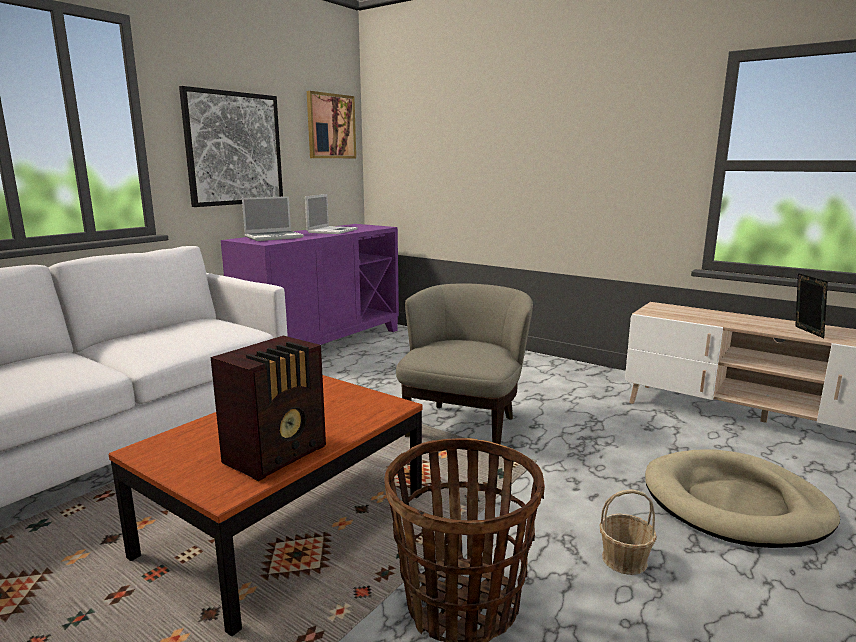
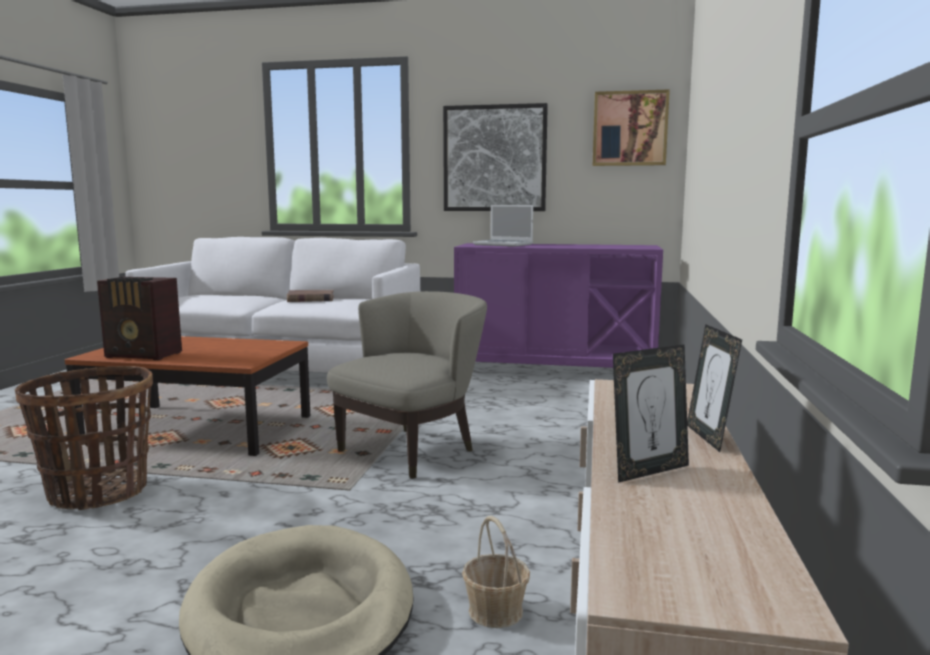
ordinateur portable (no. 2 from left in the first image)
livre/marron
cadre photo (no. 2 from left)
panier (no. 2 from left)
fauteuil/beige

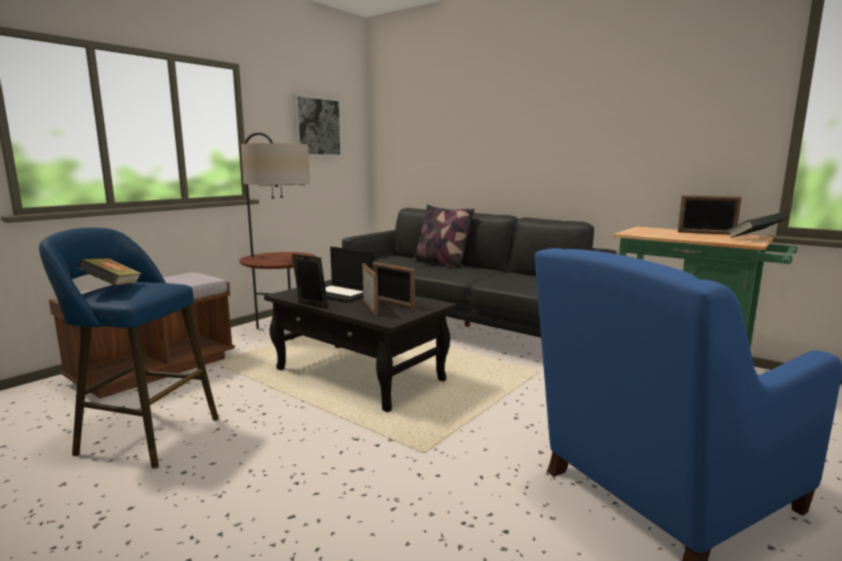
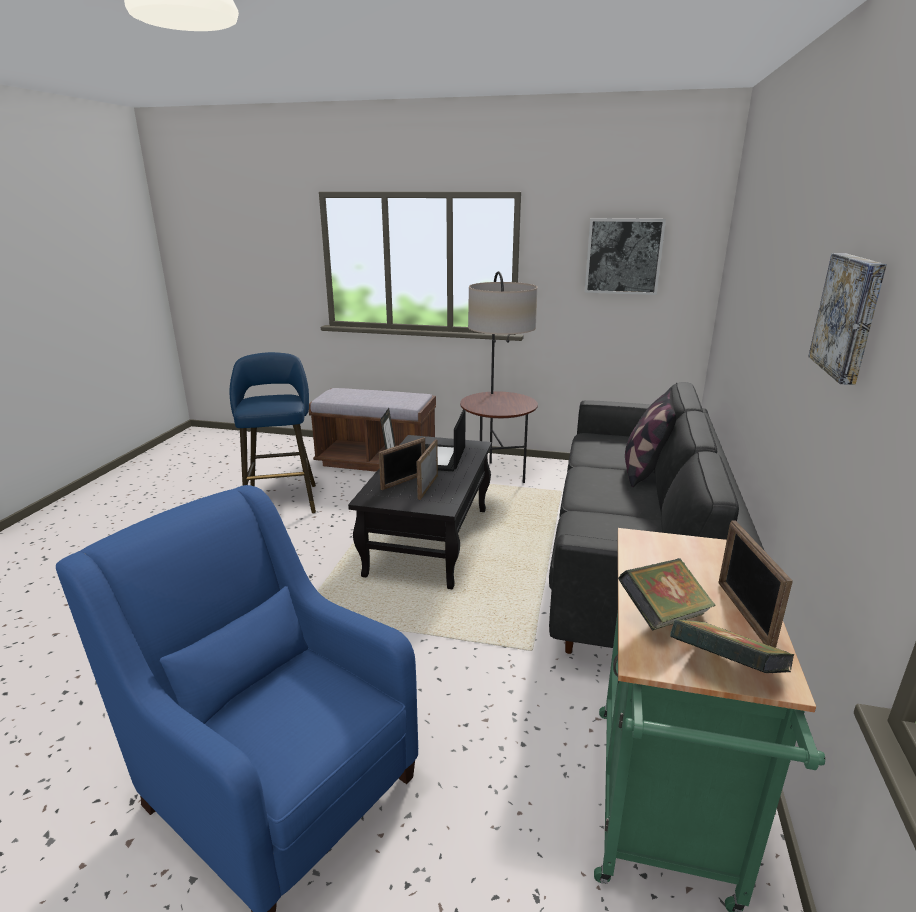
tableau (no. 2 from left)
livre (no. 1 from left)

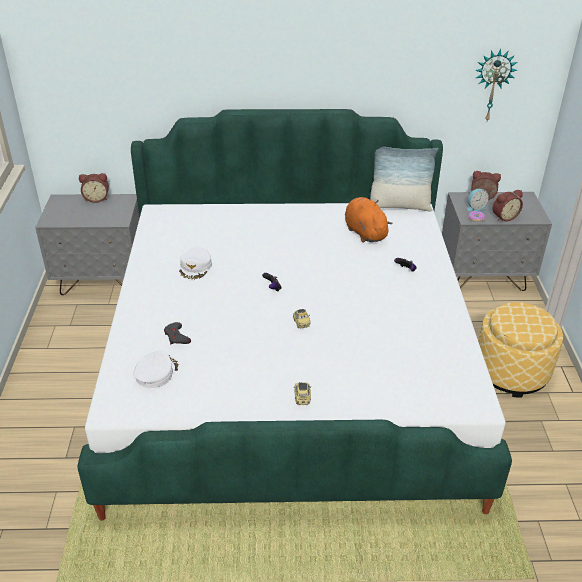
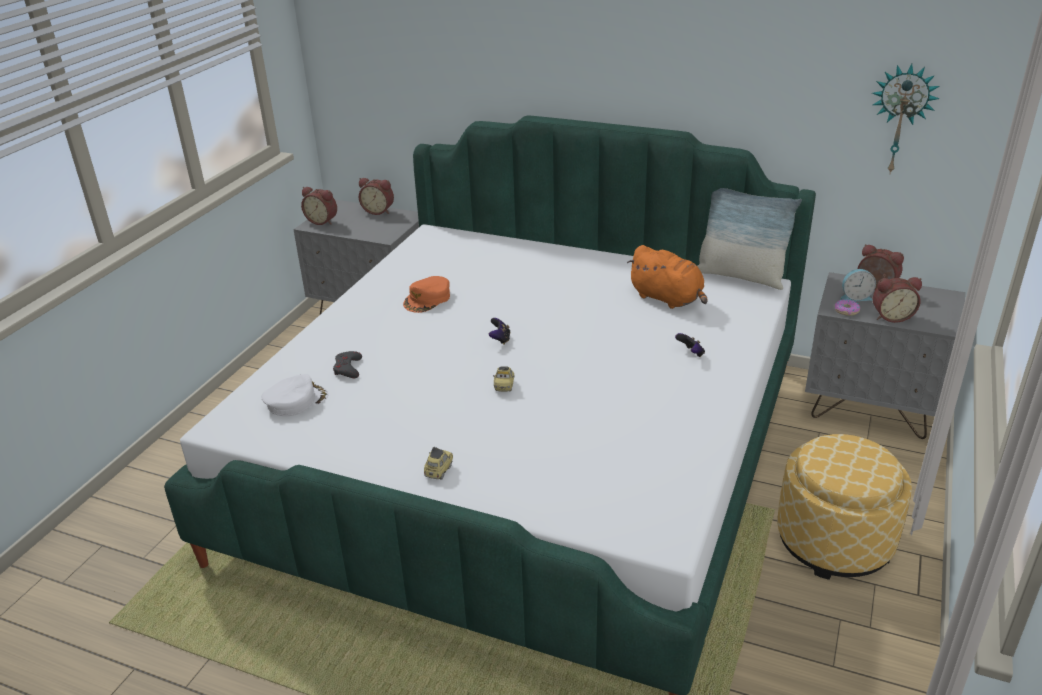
réveil (no. 1 from left)
casquette/orange
peluche/orange

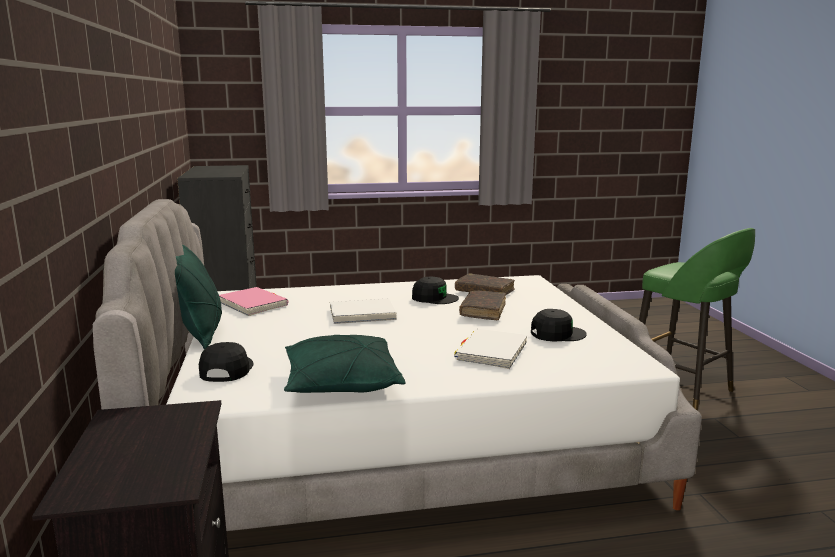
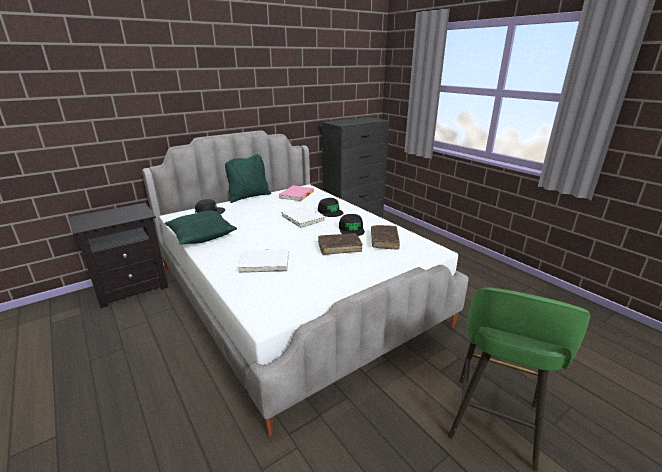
casquette/noir (no. 2 from left)

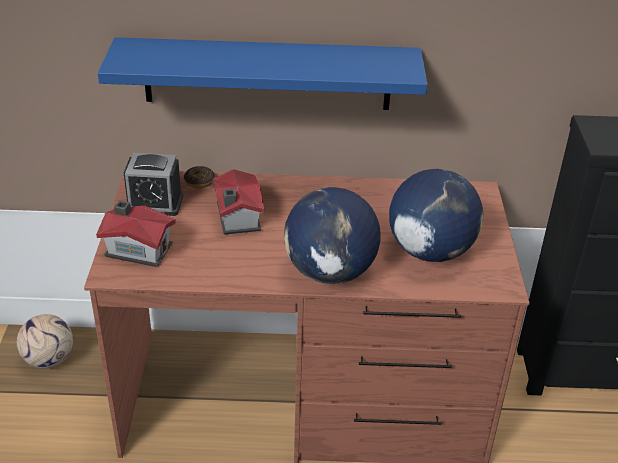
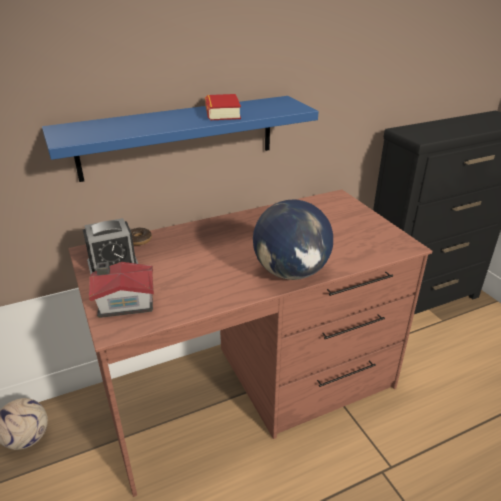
maison miniature (no. 2 from left in the first image)
globe (no. 2 from left in the first image)
livre

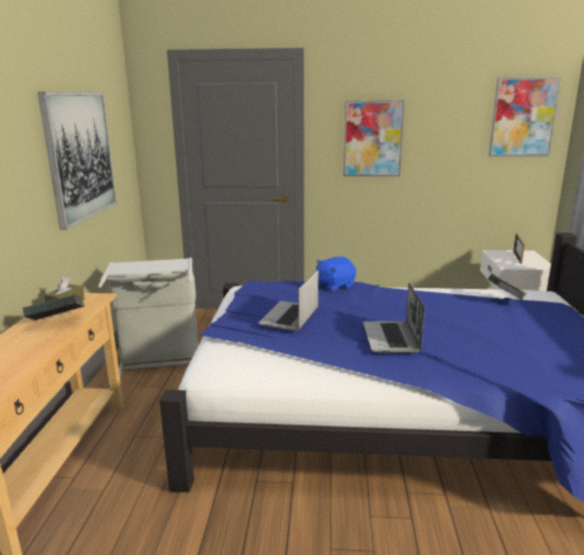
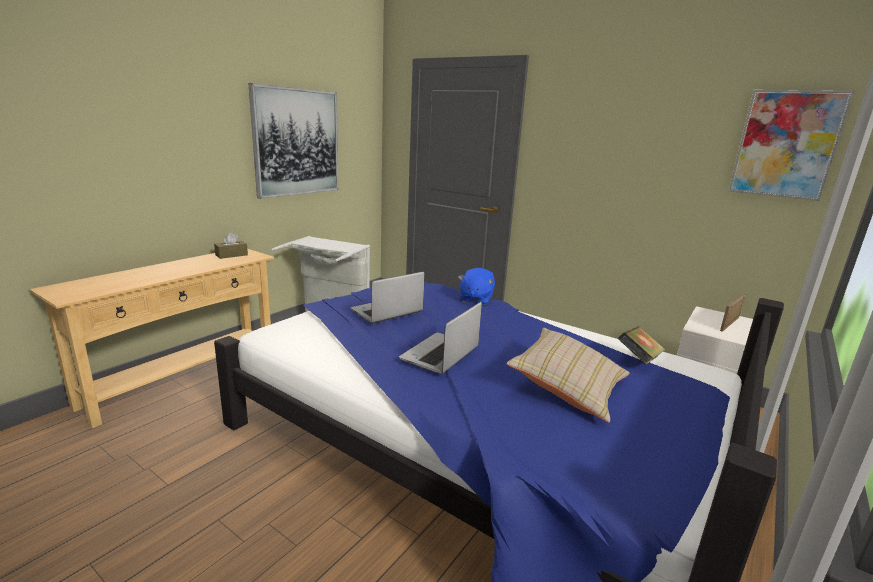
livre (no. 1 from left in the first image)
tableau (no. 2 from left in the first image)
coussin/beige
peluche/bleu

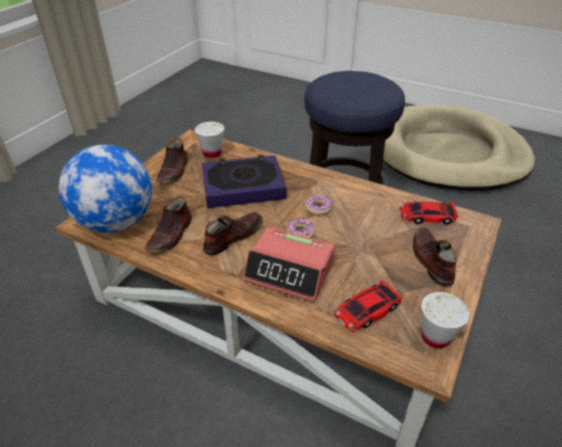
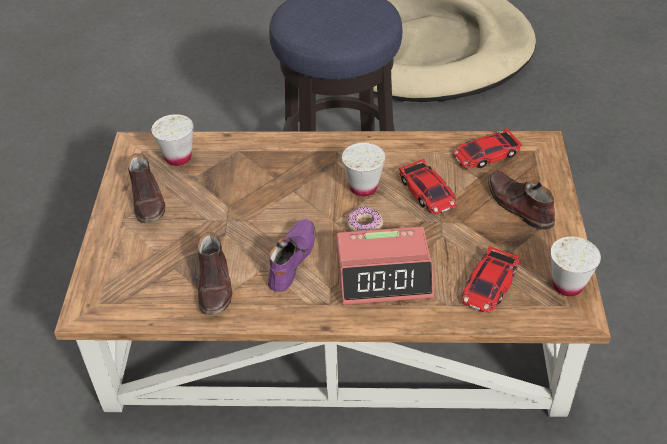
globe
livre
petite voiture (no. 1 from left)
tasse/blanc (no. 2 from left)
chaussure/violet

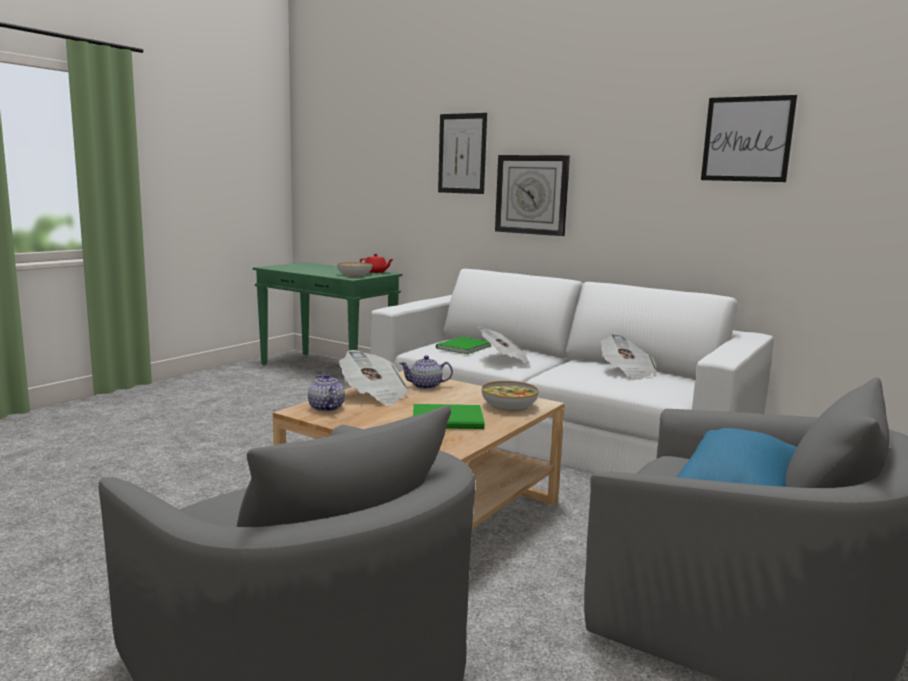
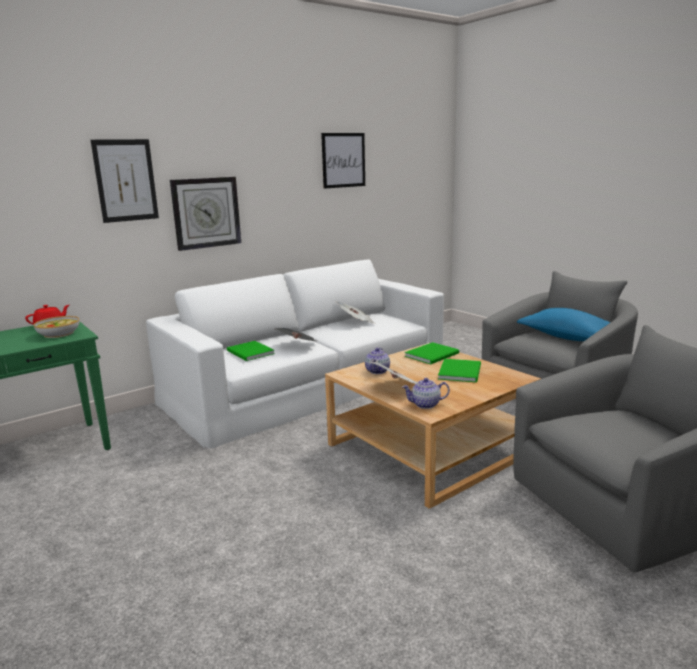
livre/vert (no. 2 from left)

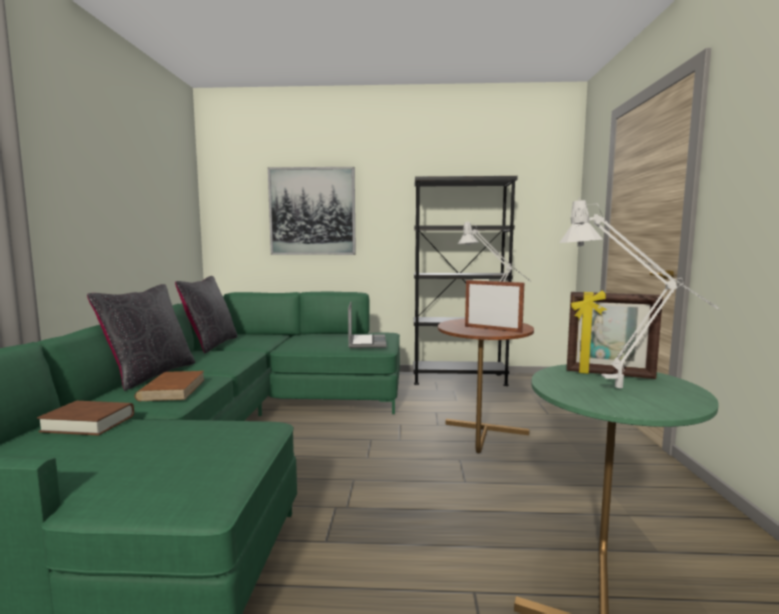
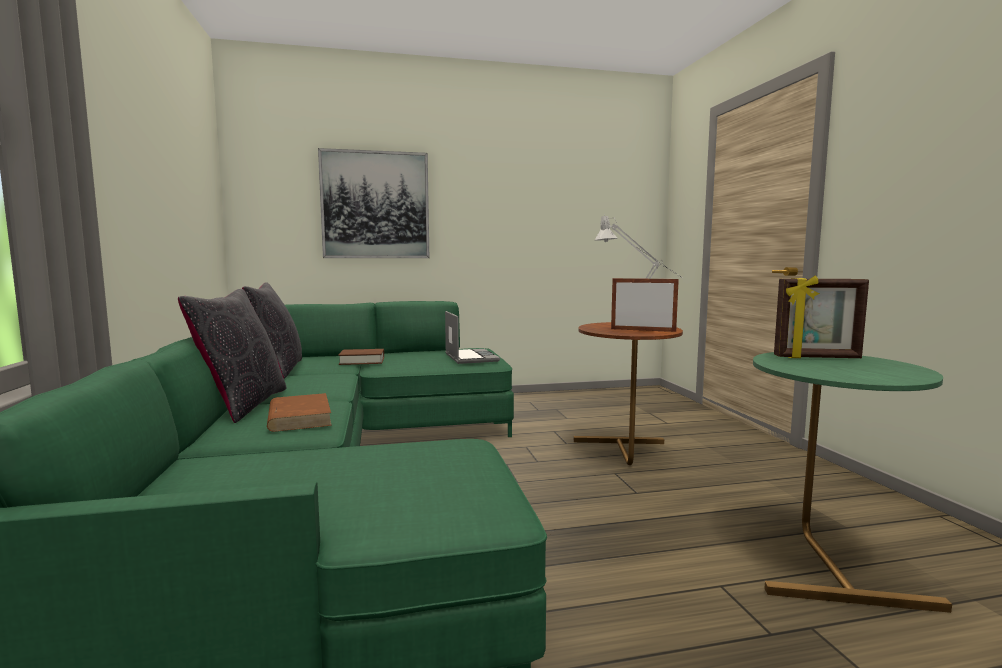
bibliothèque/noir
lampe de table/gris (no. 2 from left in the first image)
livre/marron (no. 2 from left)

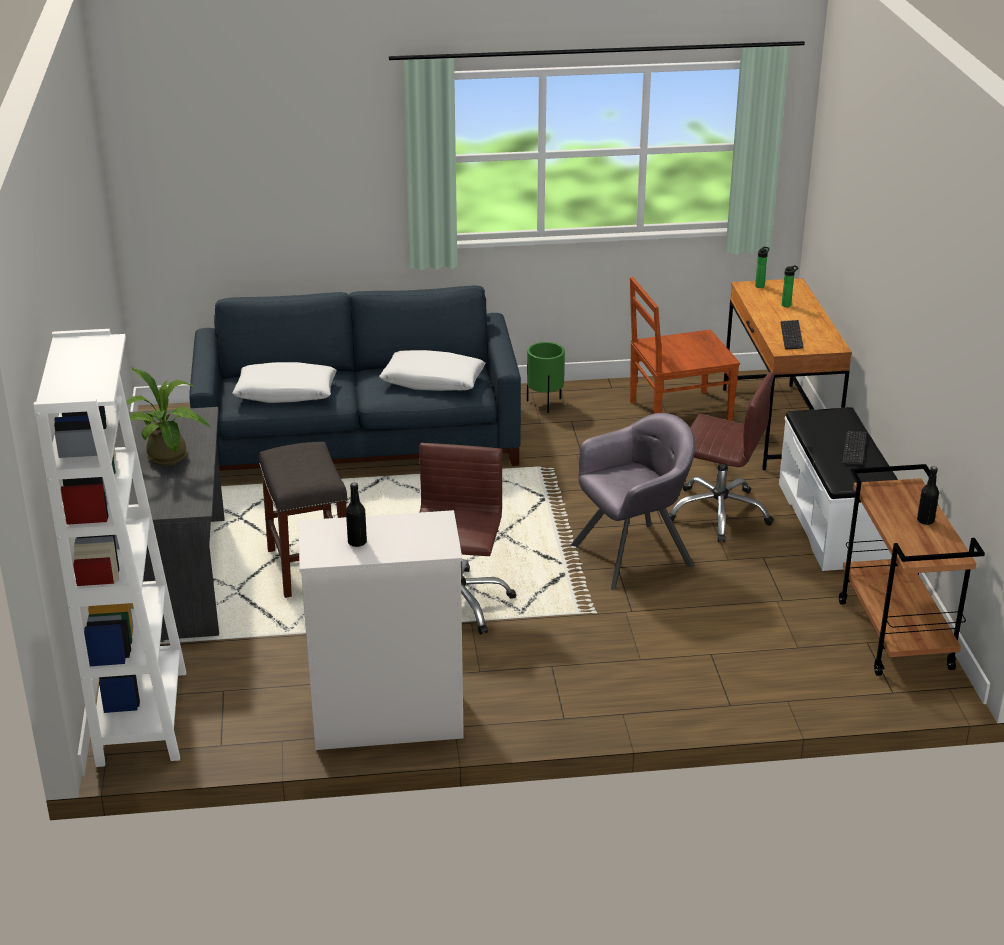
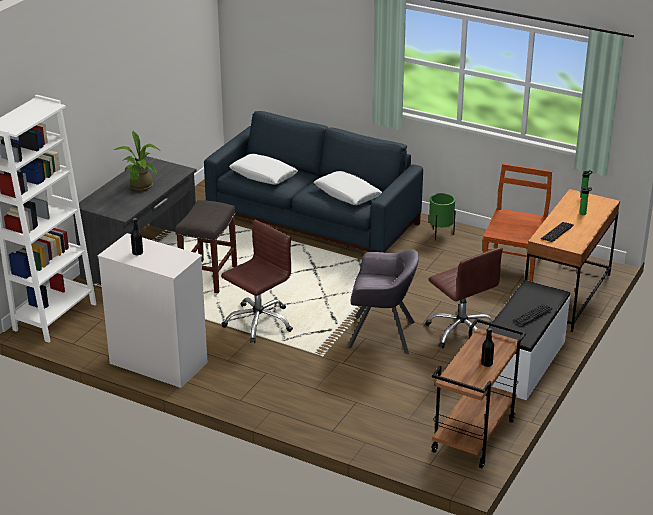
chaise/marron

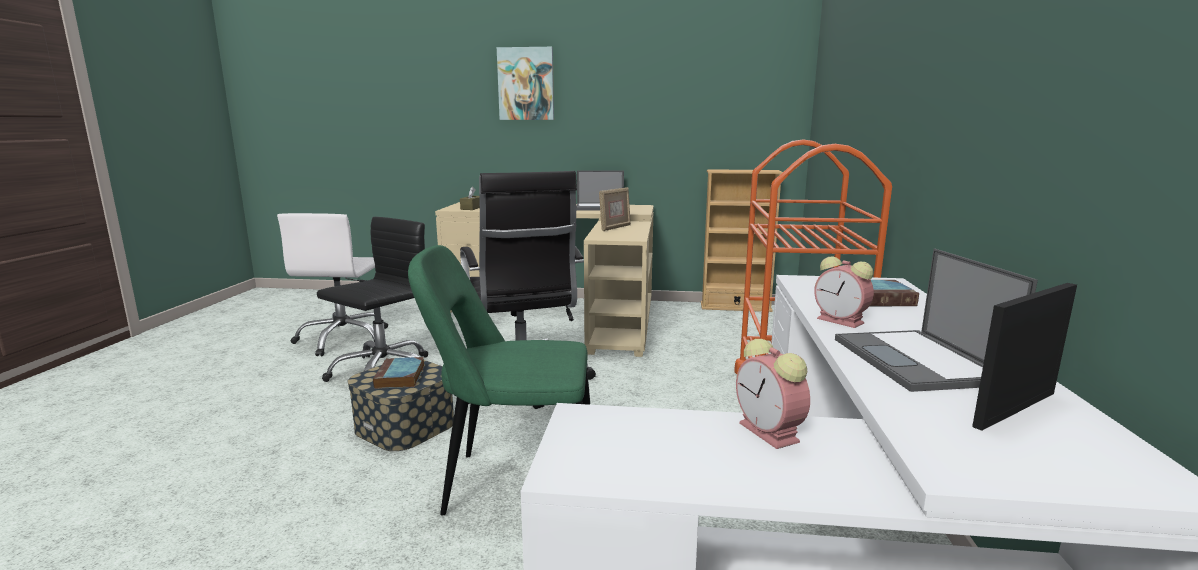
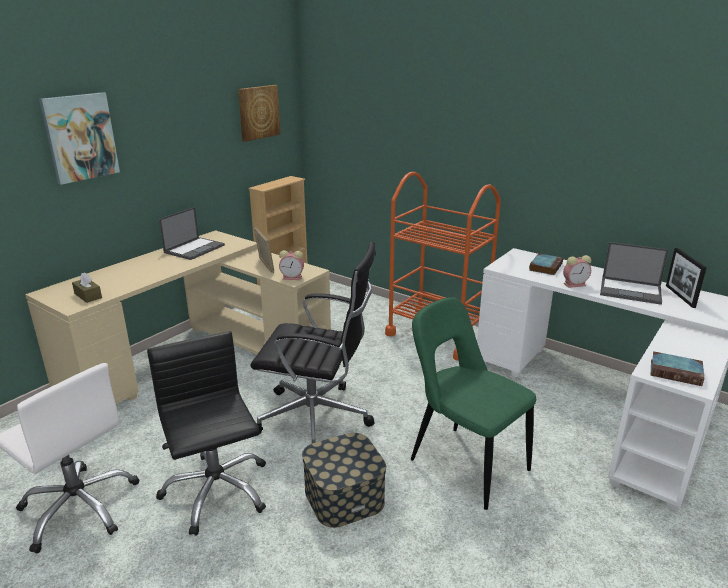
tableau (no. 2 from left)
livre (no. 2 from left)
réveil (no. 1 from left)
chaise/vert

